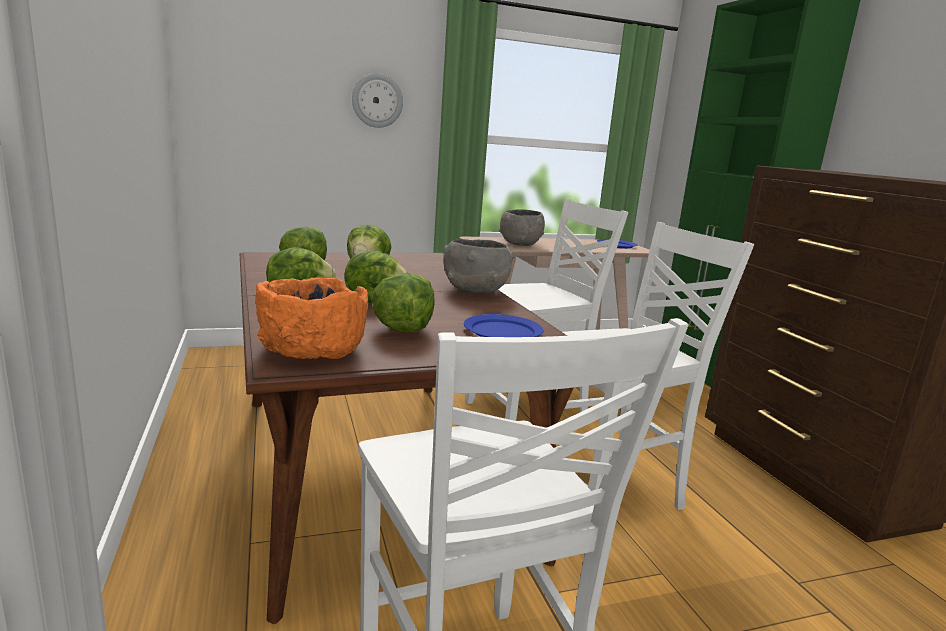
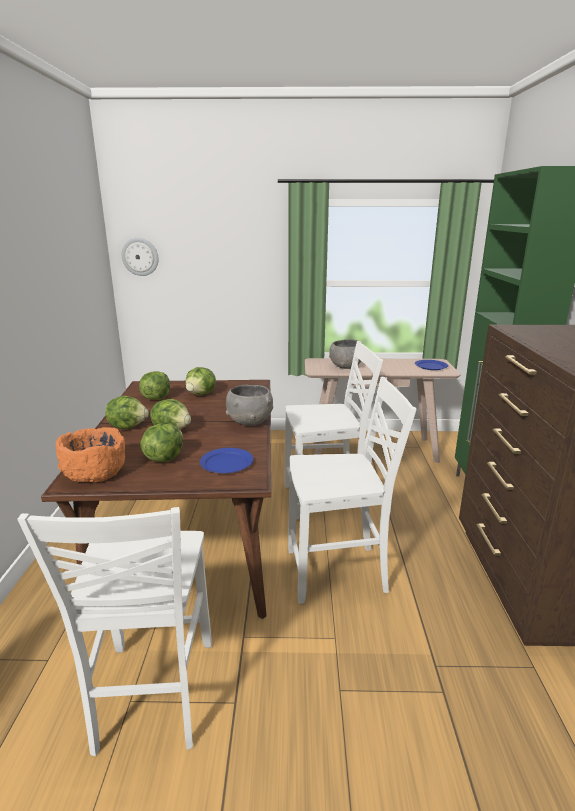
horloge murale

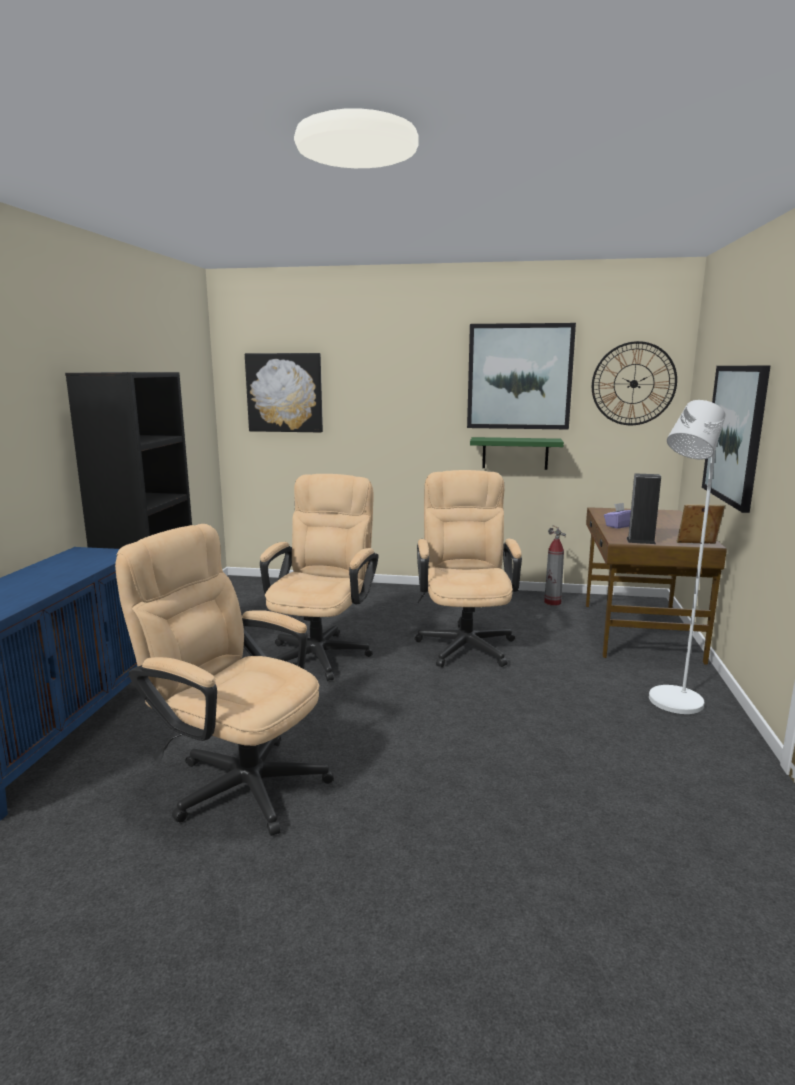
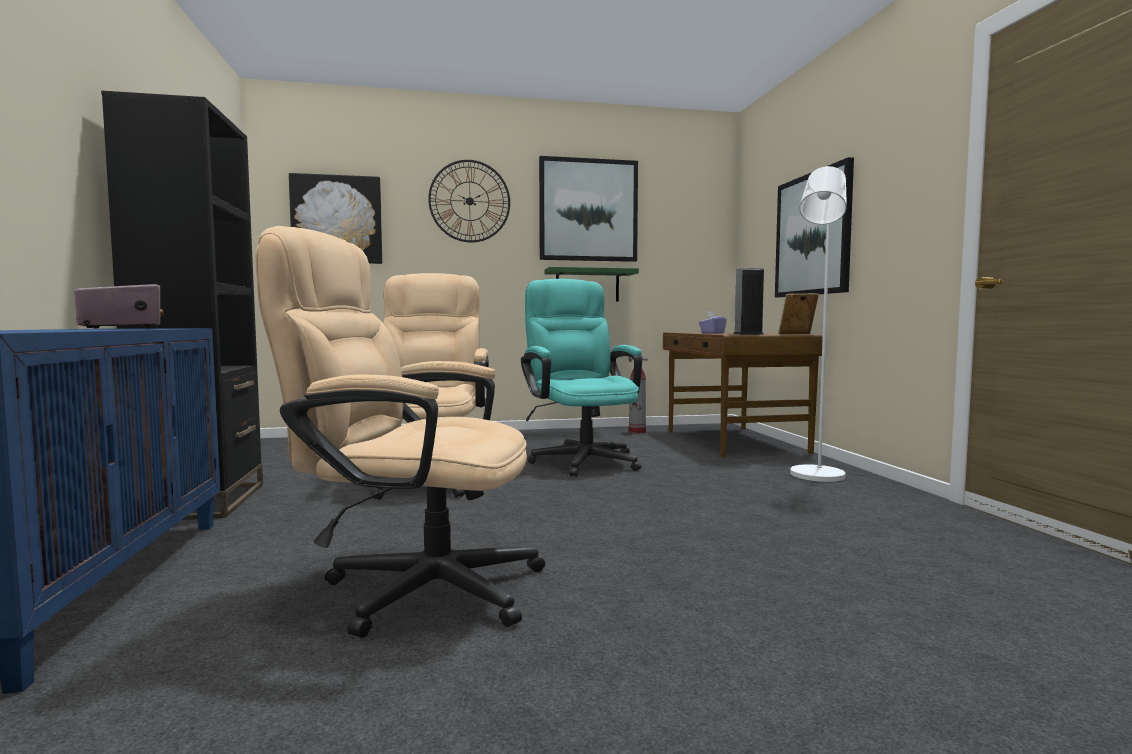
radio
horloge murale
chaise de bureau/turquoise

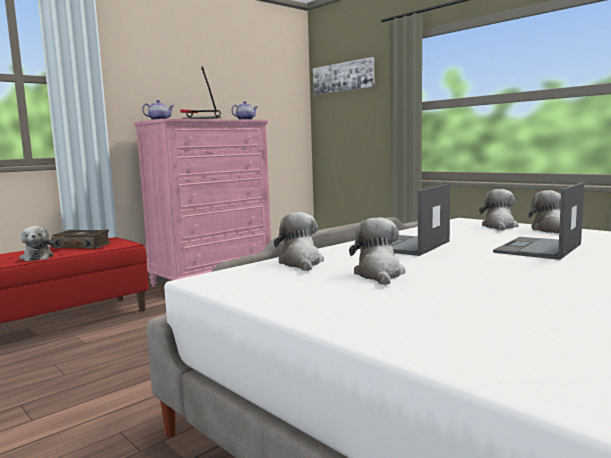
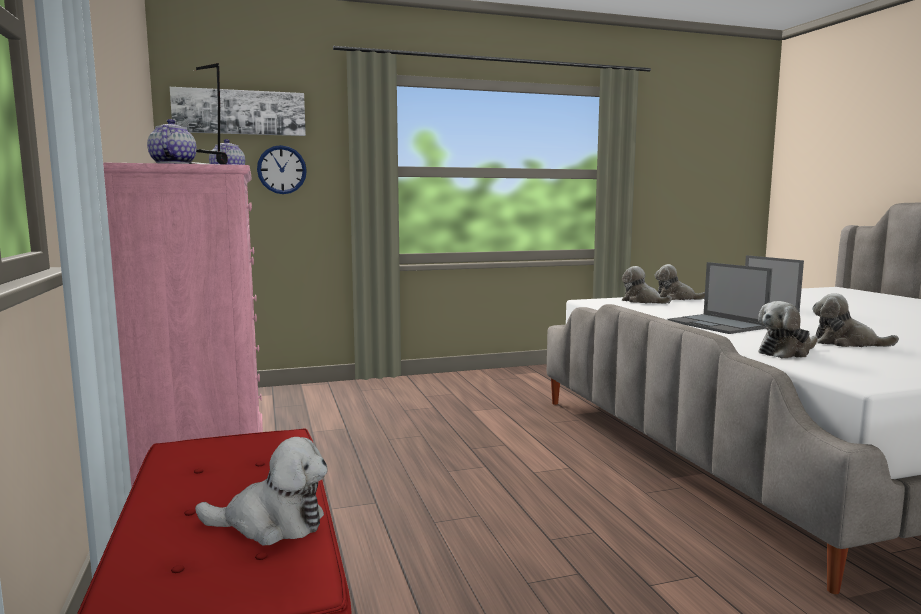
livre
horloge murale
peluche (no. 4 from left)

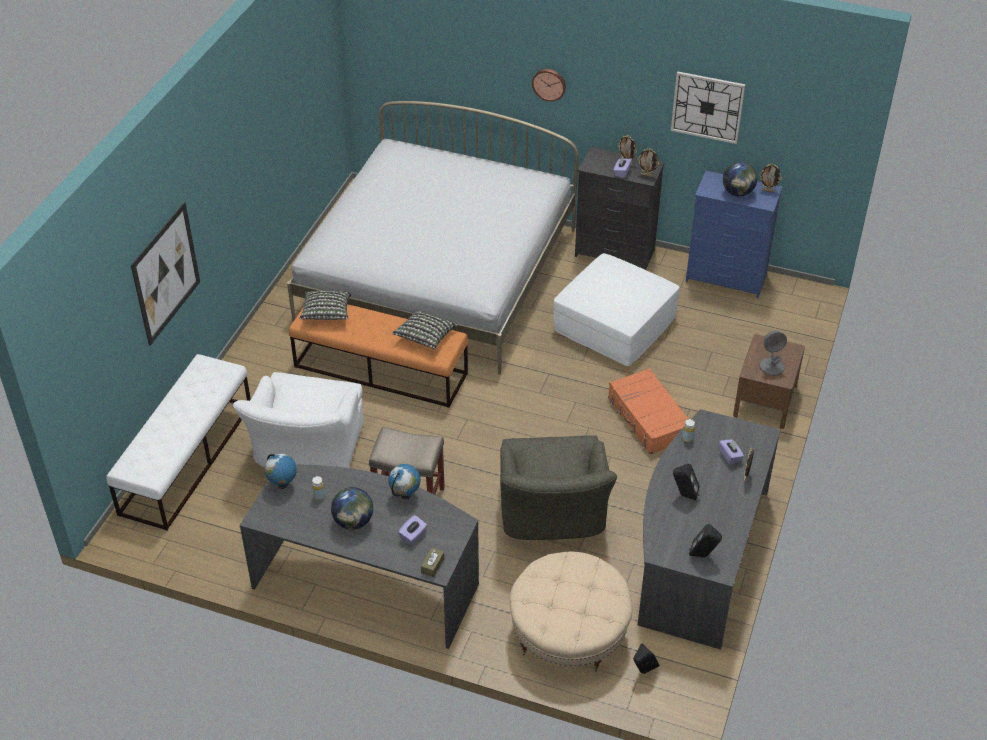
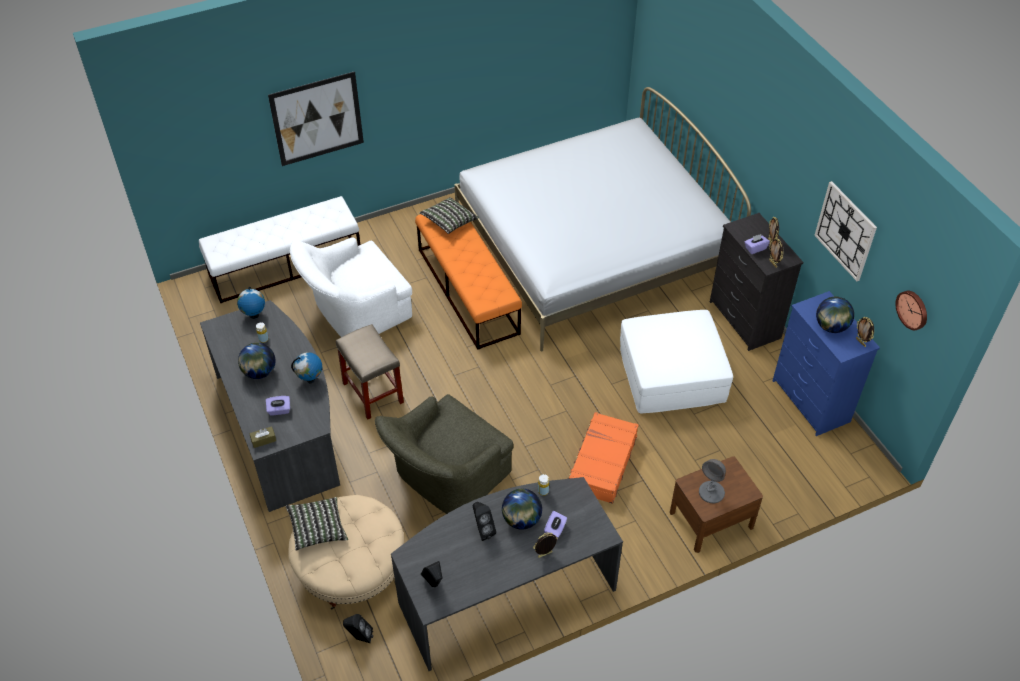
globe (no. 4 from left)
coussin (no. 1 from left)
horloge murale (no. 2 from left)

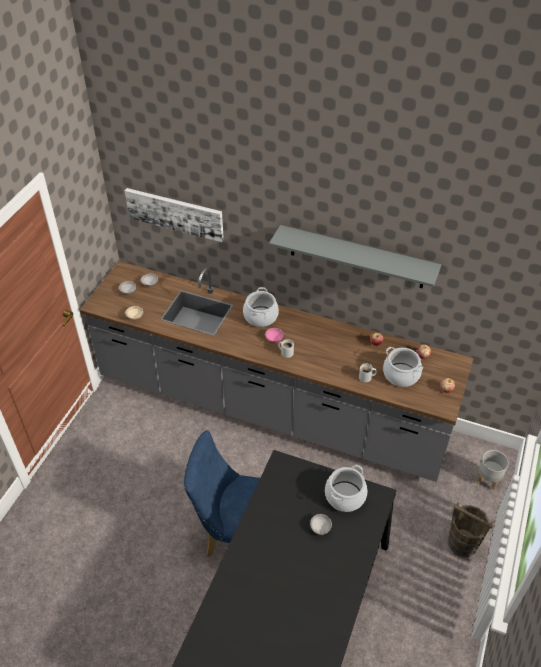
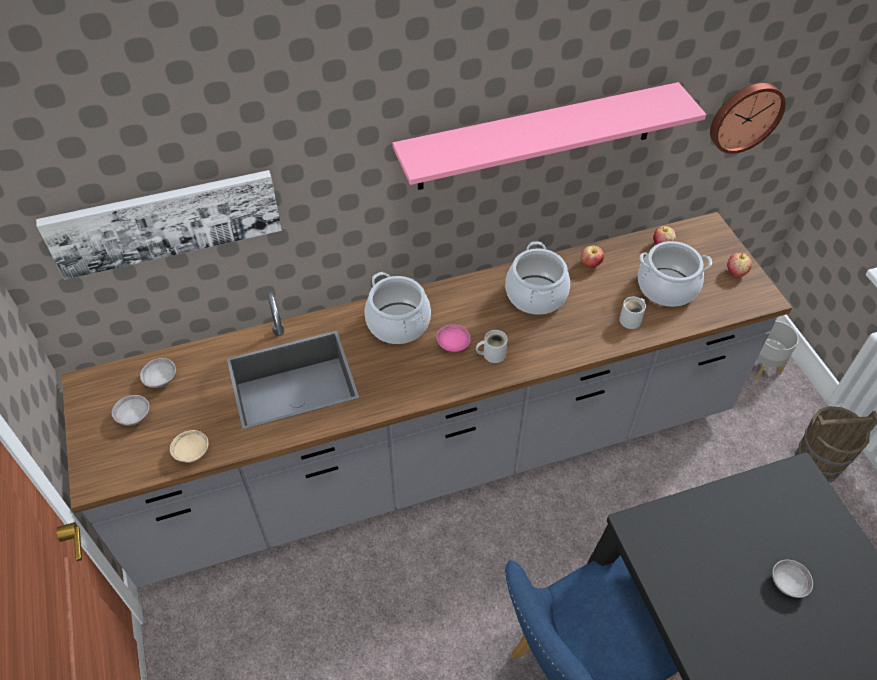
horloge murale
marmite (no. 2 from left)
étagère/rose

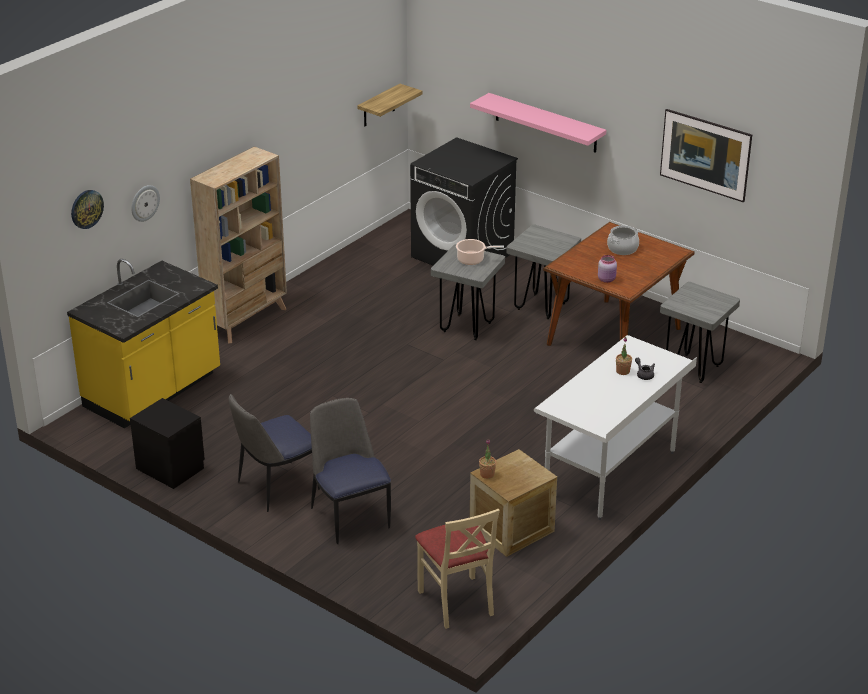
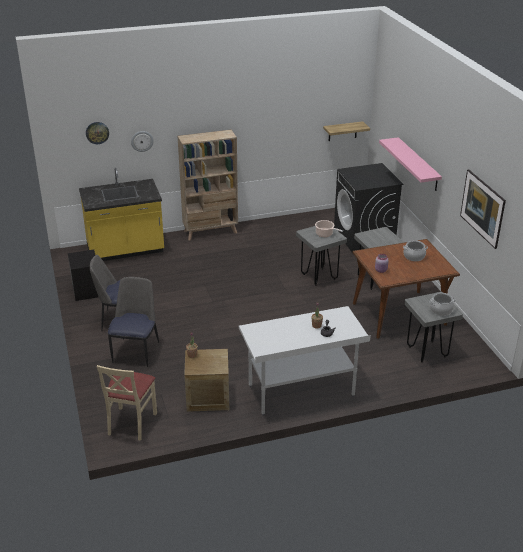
marmite (no. 3 from left)

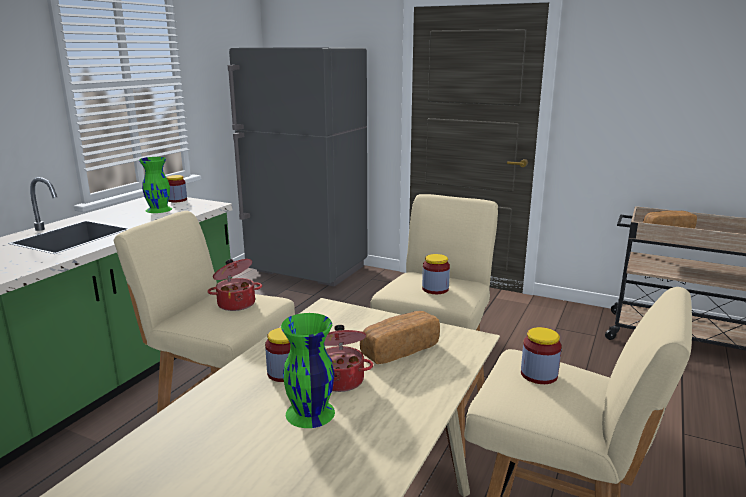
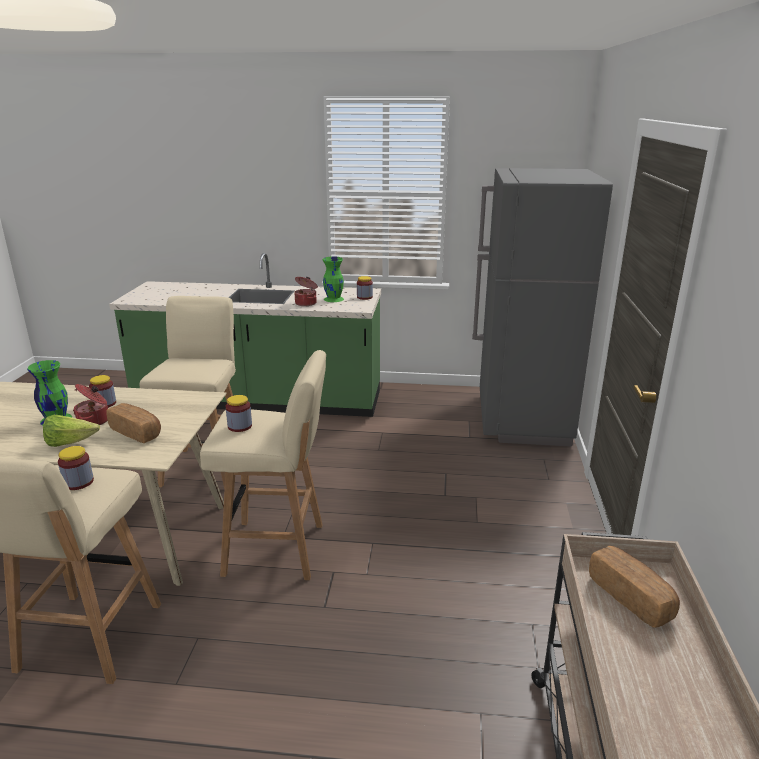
laitue
marmite (no. 2 from left)

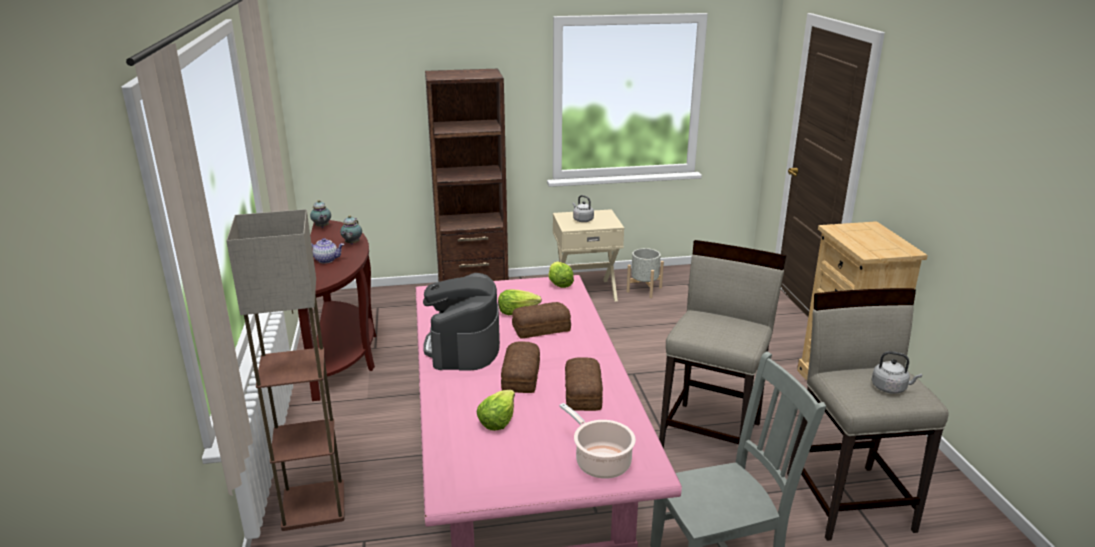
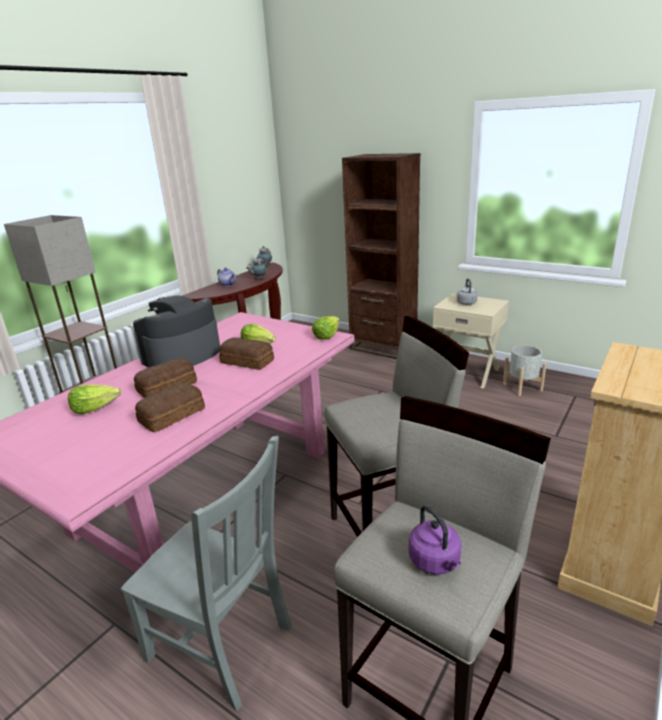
marmite
bouilloire/violet

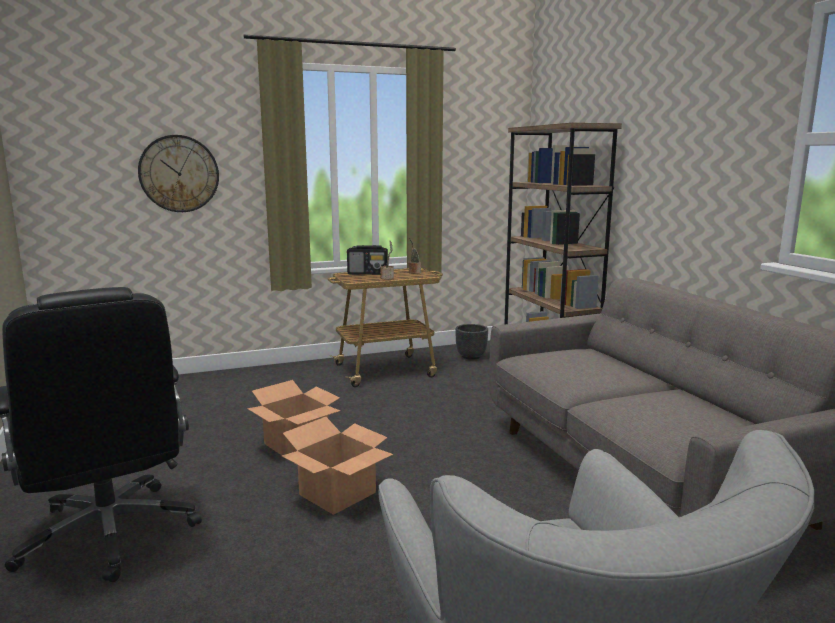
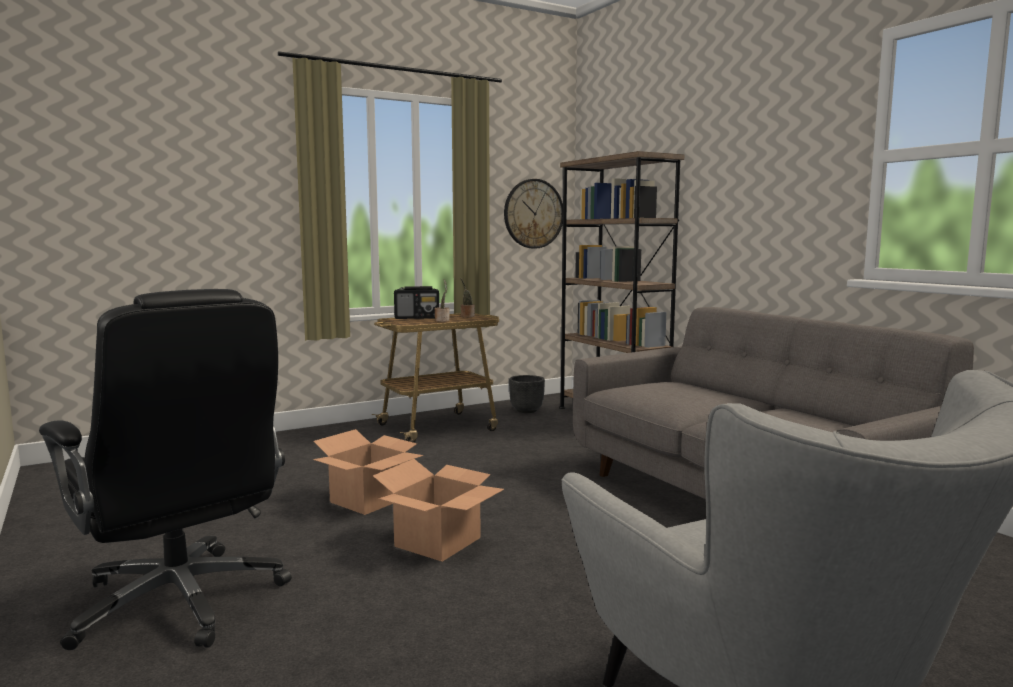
horloge murale

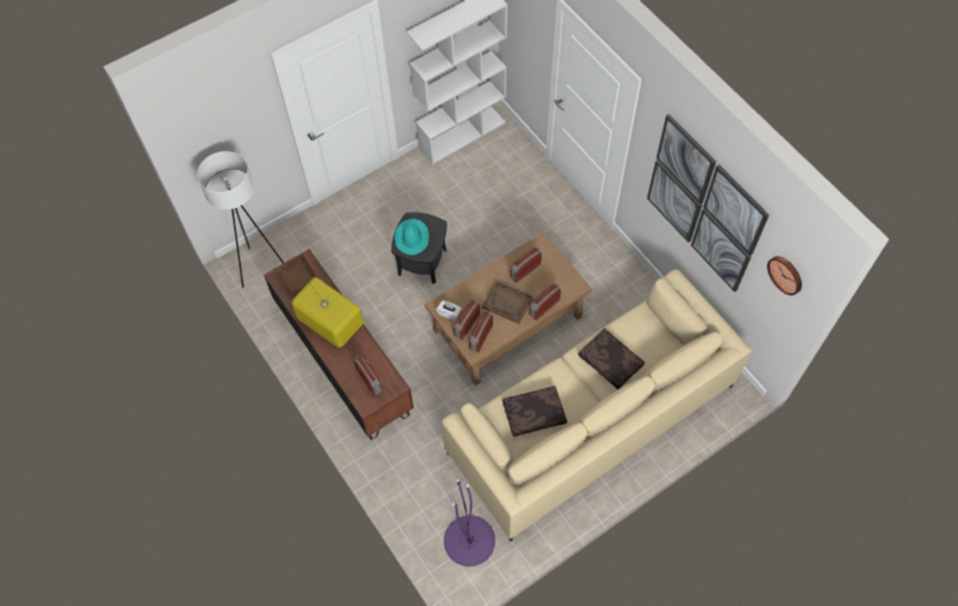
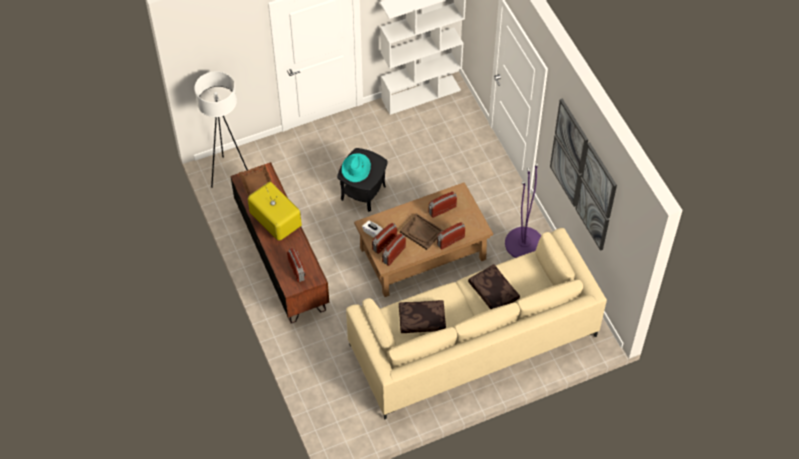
horloge murale
lampadaire/violet

